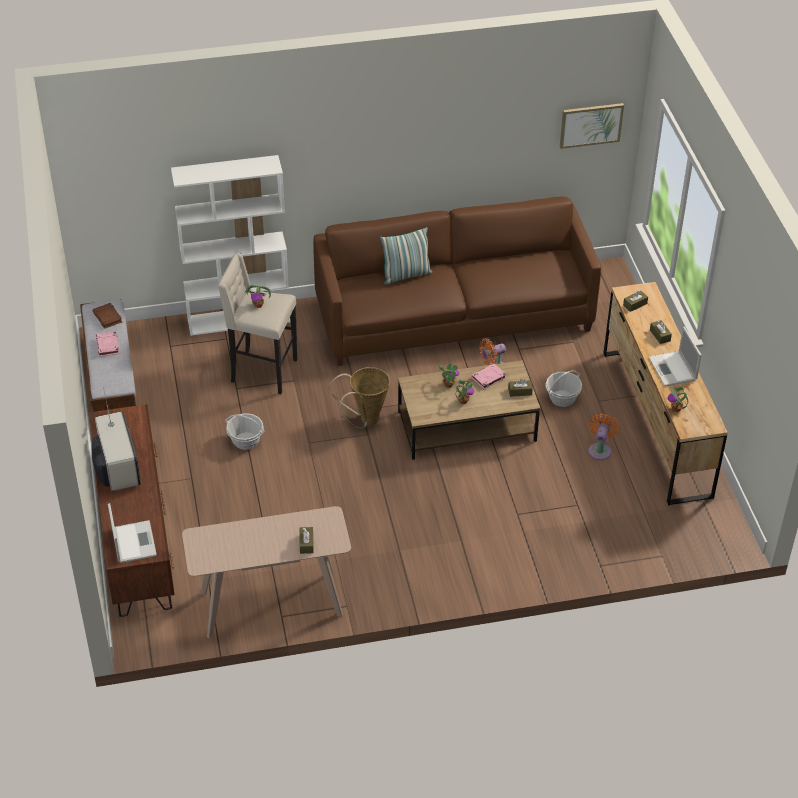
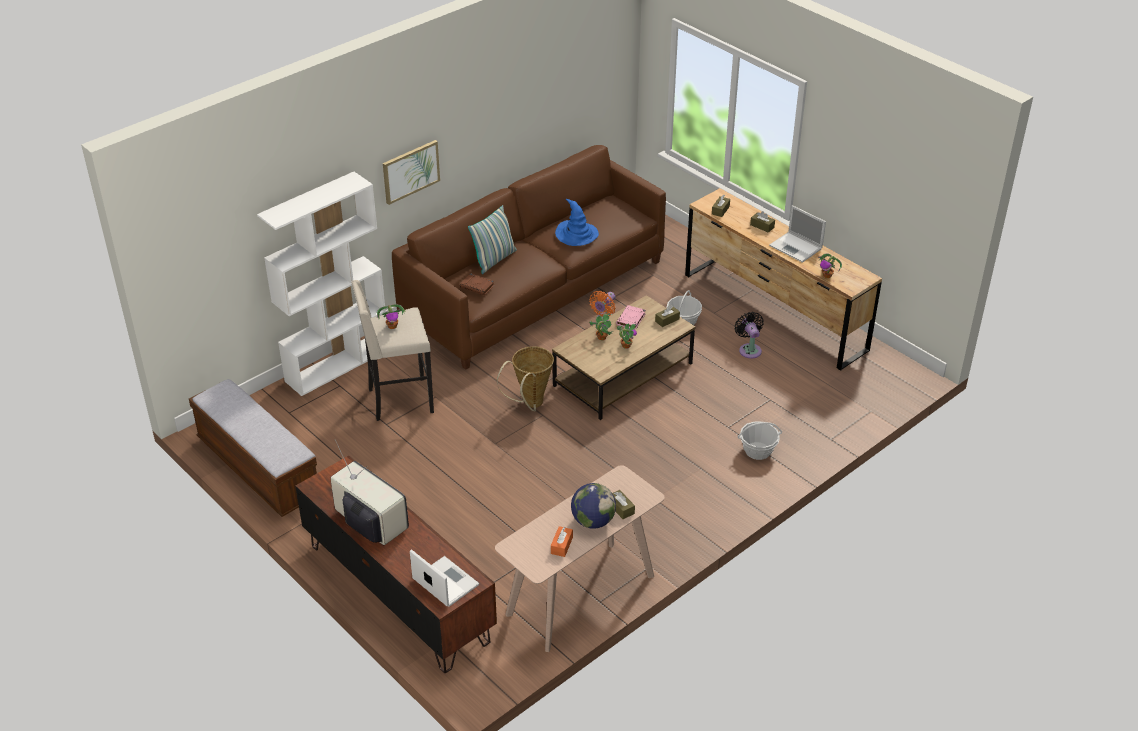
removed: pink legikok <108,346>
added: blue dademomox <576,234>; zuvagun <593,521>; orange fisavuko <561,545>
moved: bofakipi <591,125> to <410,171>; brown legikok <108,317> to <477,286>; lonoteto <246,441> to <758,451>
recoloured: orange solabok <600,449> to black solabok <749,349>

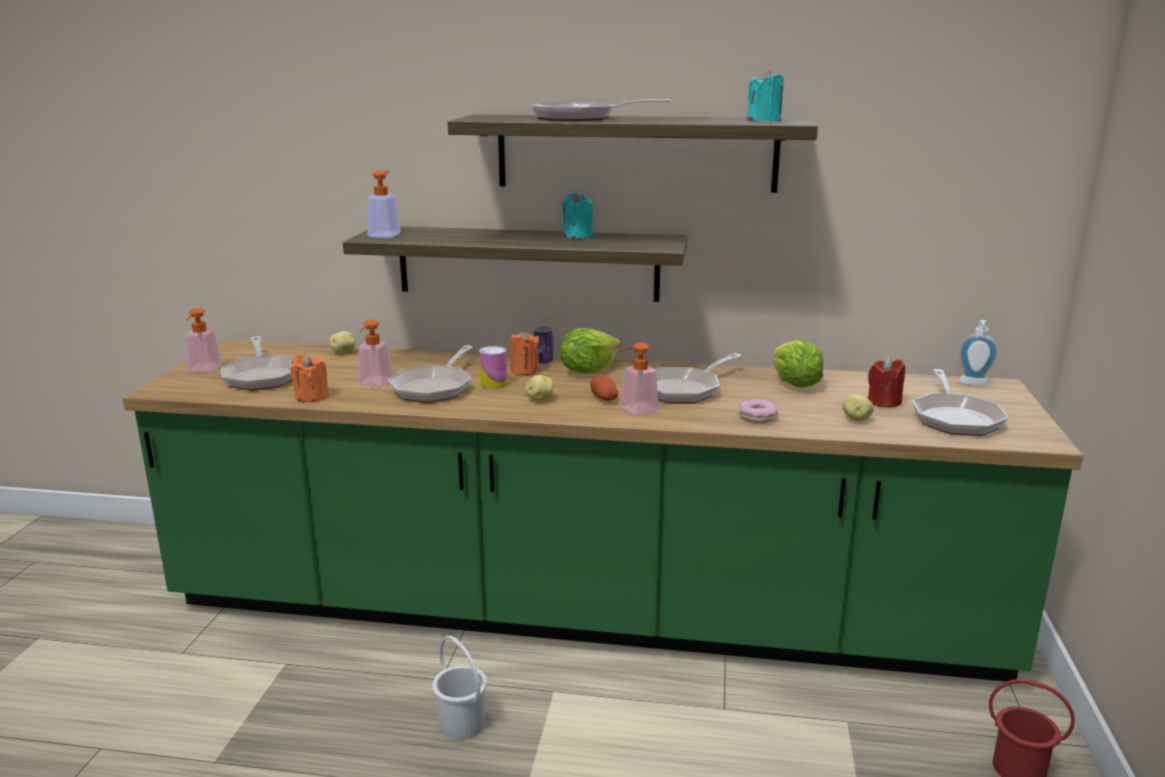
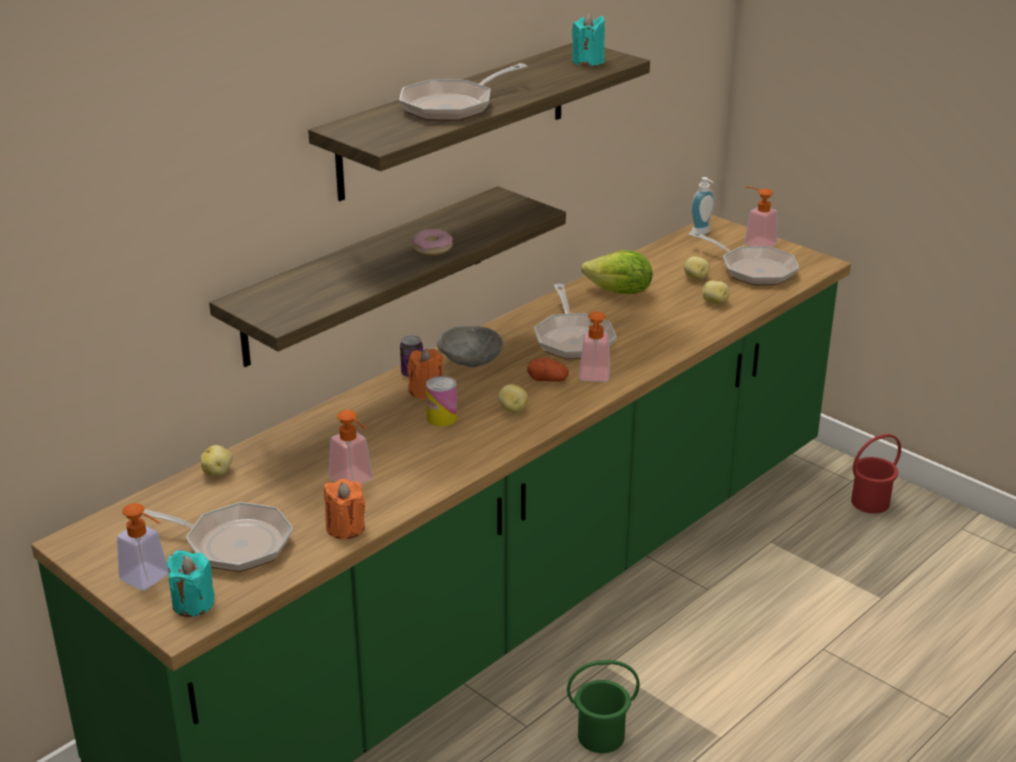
removed: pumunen <434,387>
moved: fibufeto <386,234> to <755,243>; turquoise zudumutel <577,236> to <193,603>; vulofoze <757,417> to <432,248>
replaced: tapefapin <588,371> to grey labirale <469,362>; red zudumutel <884,402> to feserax <696,278>
recoloured: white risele <462,723> to green risele <600,735>

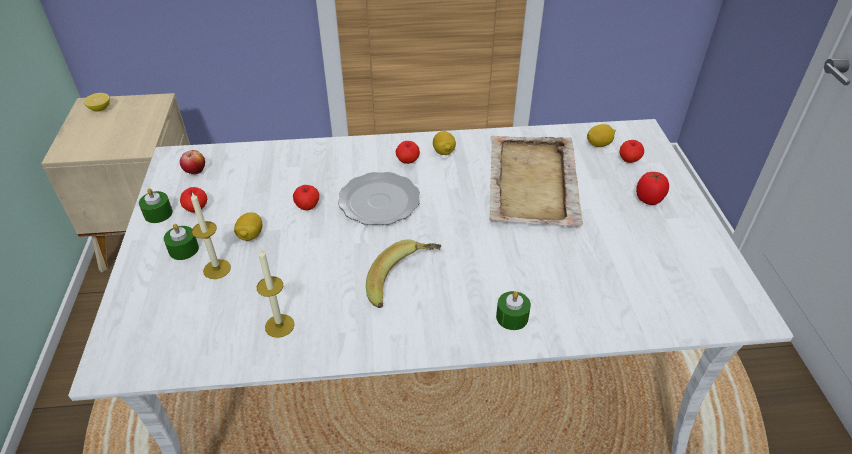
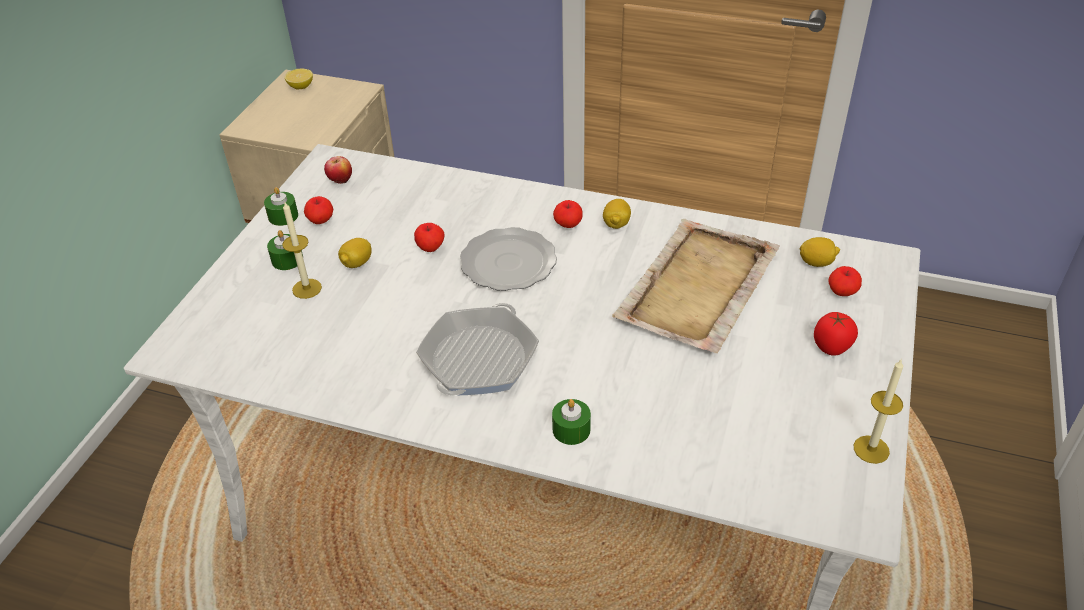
moved: zudumutel <279,325> to <871,449>
replaced: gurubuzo <404,284> to pumunen <479,359>

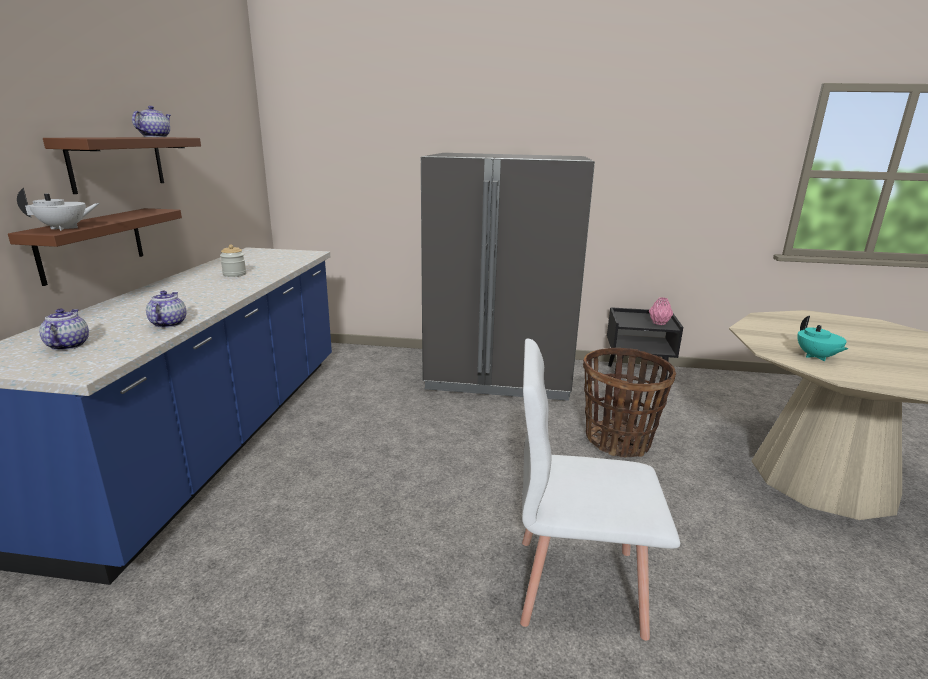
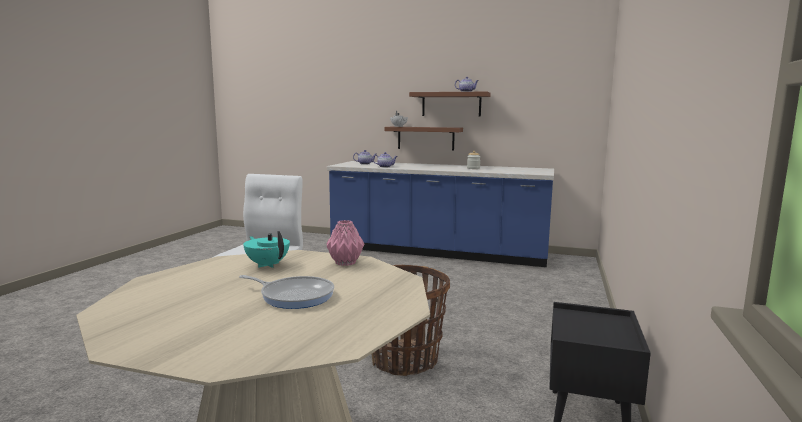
removed: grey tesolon <499,375>
added: pumunen <294,296>
moved: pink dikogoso <658,323> to <346,263>
turned: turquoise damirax <816,357> = <267,265> 45 degrees clockwise

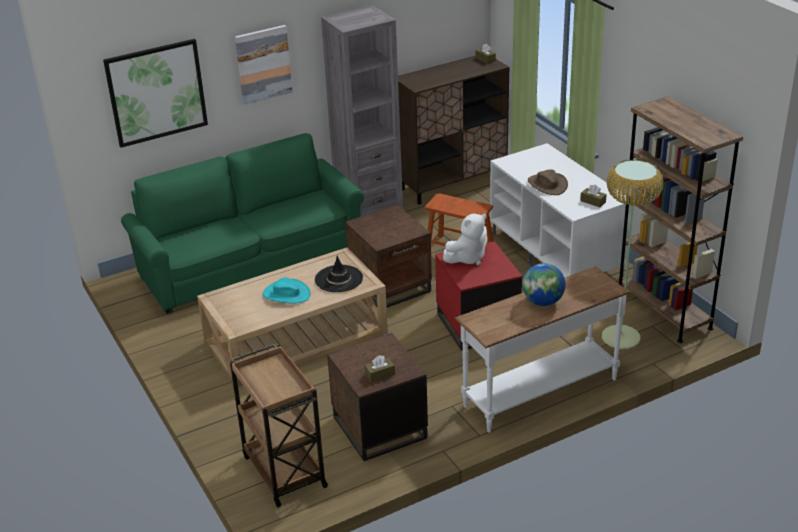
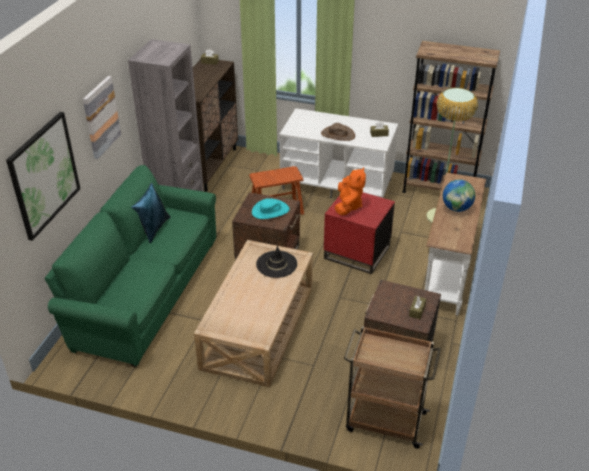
added: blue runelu <153,228>
moved: turquoise dademomox <286,294> to <270,211>
recoloured: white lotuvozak <467,258> to orange lotuvozak <348,206>

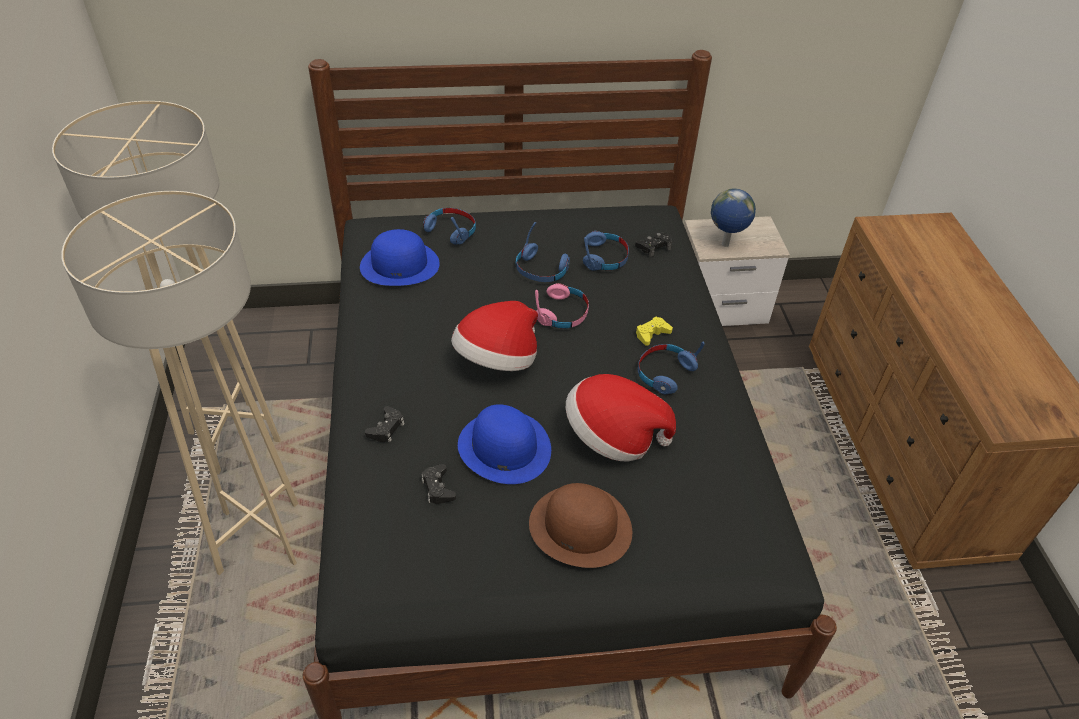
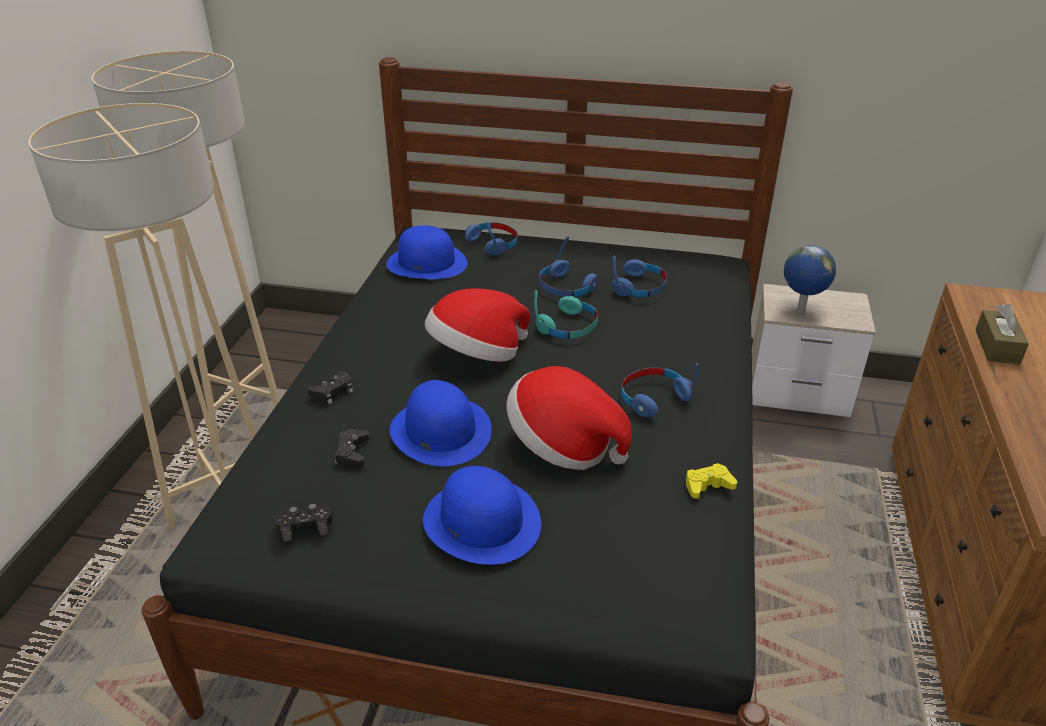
added: brown fisavuko <997,346>
moved: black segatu <653,247> to <305,525>; yellow segatu <652,334> to <707,485>
recoloured: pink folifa <563,313> to turquoise folifa <568,327>; brown dademomox <581,526> to blue dademomox <482,521>

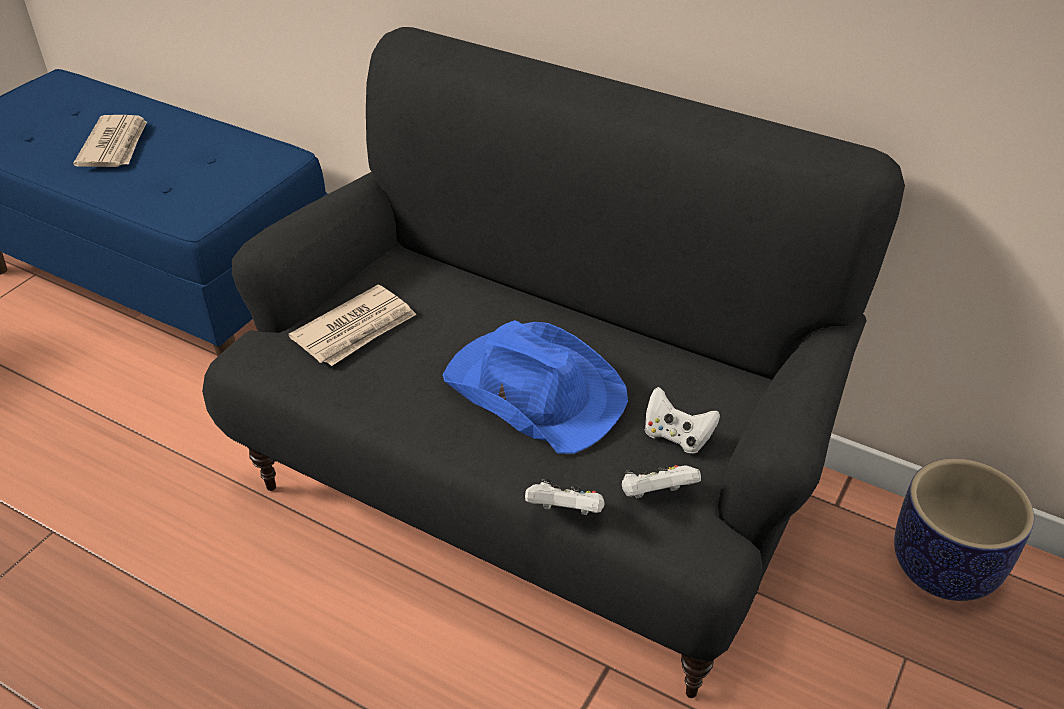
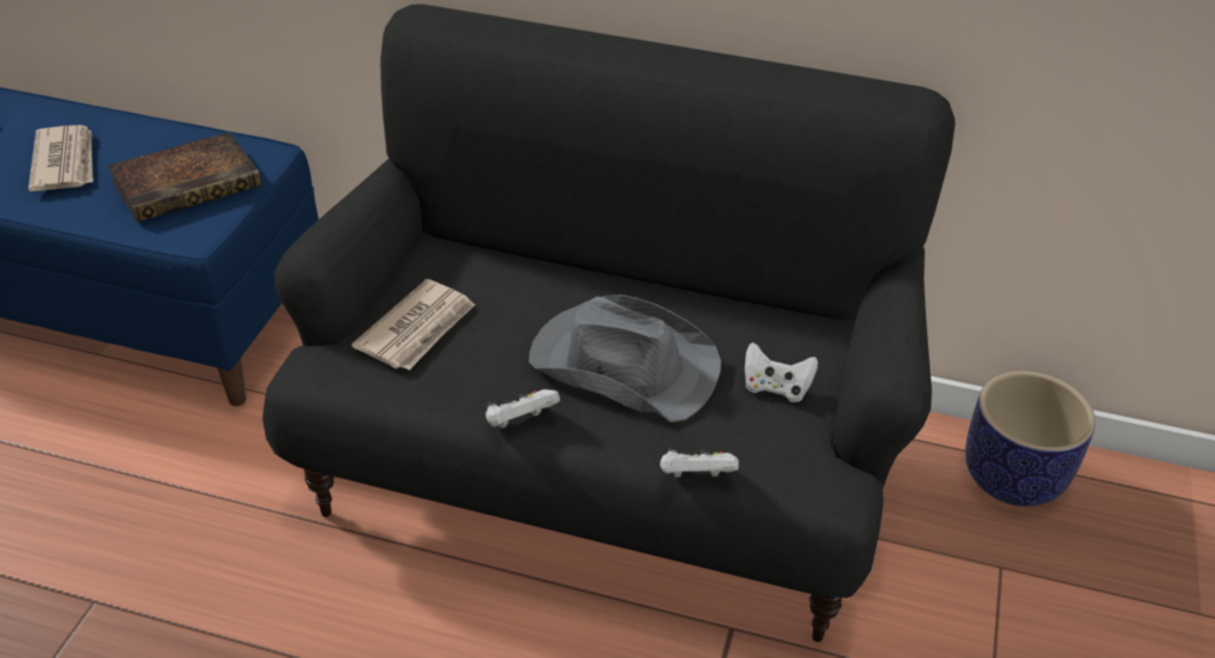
added: legikok <190,183>
moved: white segatu <656,495> to <520,422>
recoloured: blue dademomox <533,390> to grey dademomox <622,364>

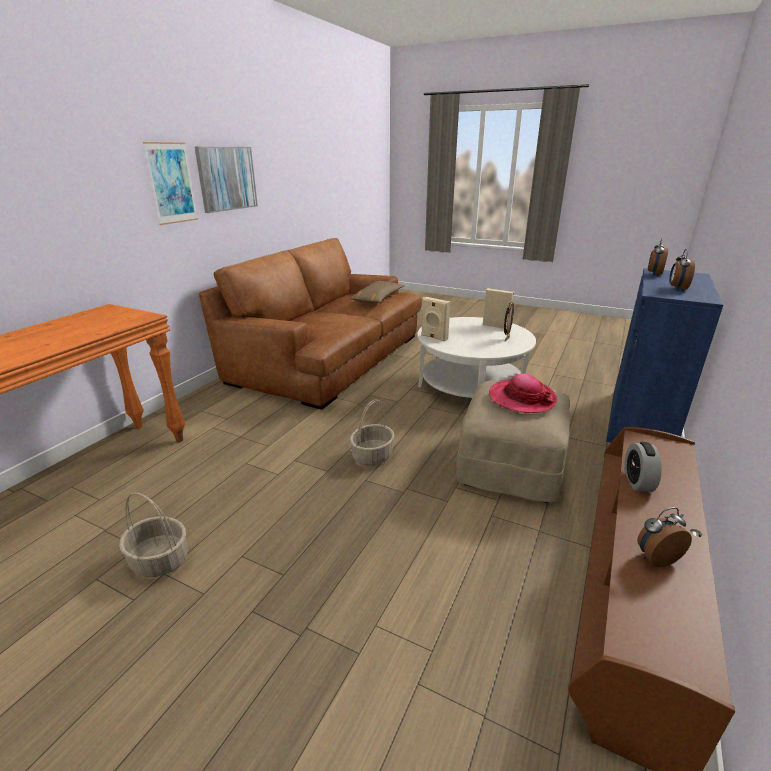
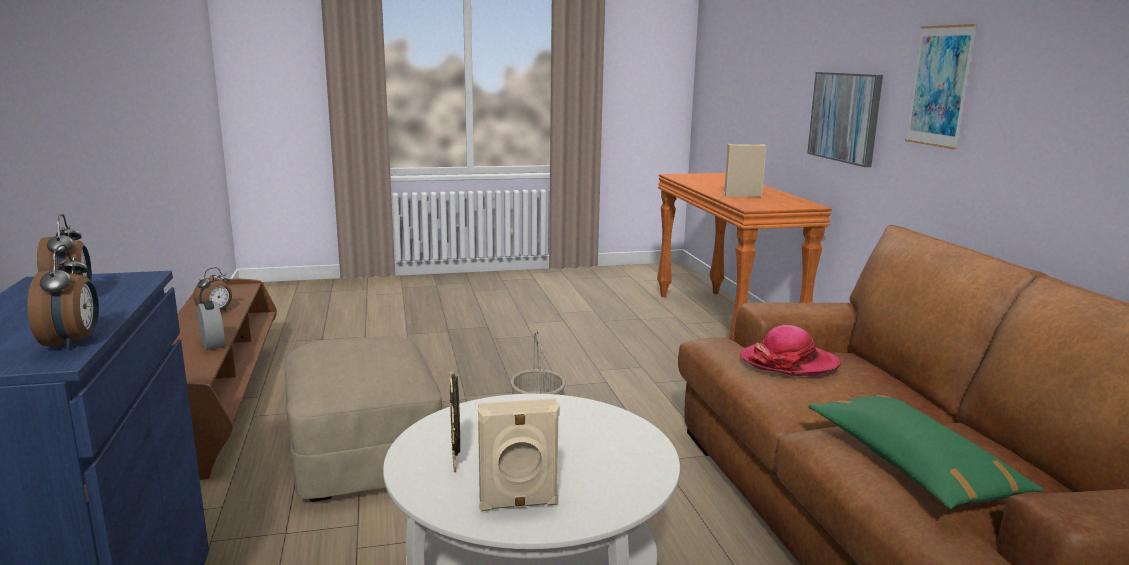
removed: lonoteto <159,560>
moved: bofakipi <226,178> to <845,117>; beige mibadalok <433,337> to <742,196>; dademomox <521,398> to <789,363>
recoloured: brown runelu <377,299> to green runelu <910,466>

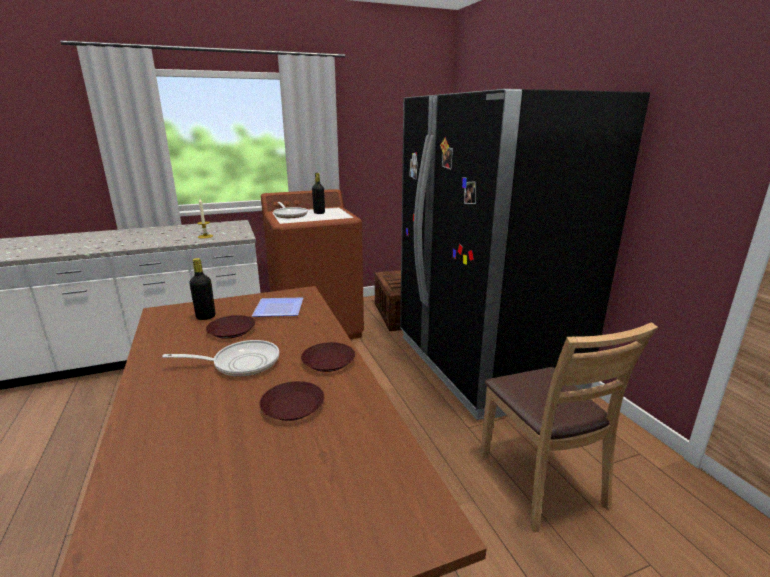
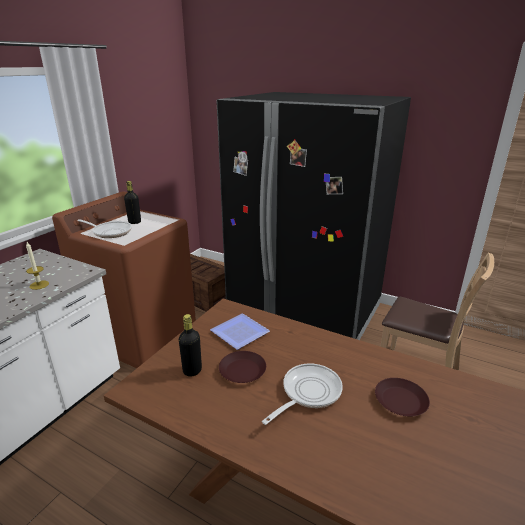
removed: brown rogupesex <328,361>

